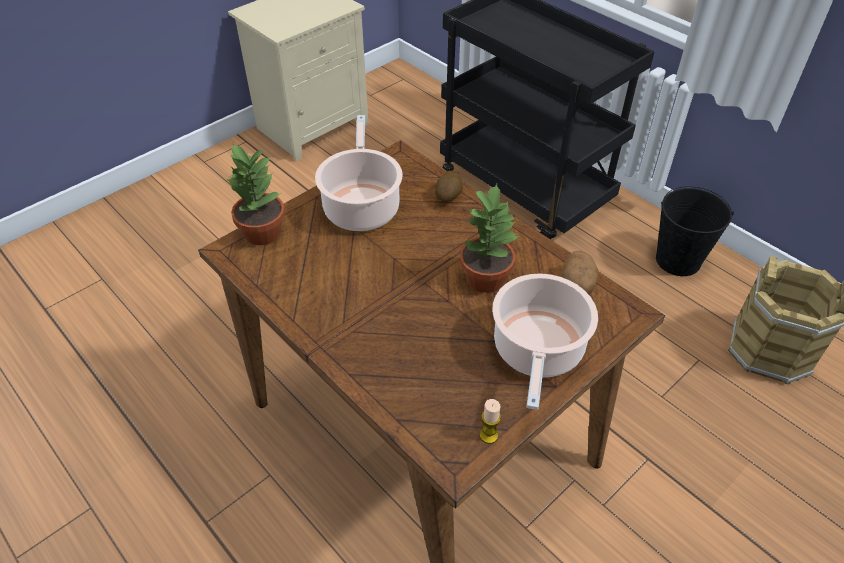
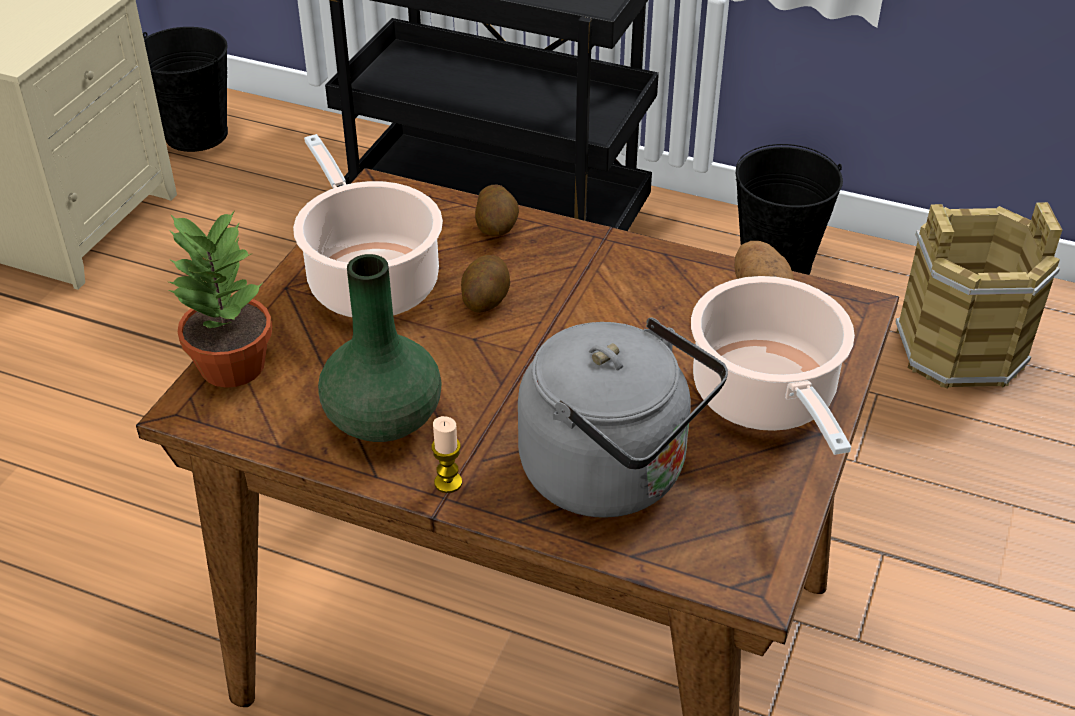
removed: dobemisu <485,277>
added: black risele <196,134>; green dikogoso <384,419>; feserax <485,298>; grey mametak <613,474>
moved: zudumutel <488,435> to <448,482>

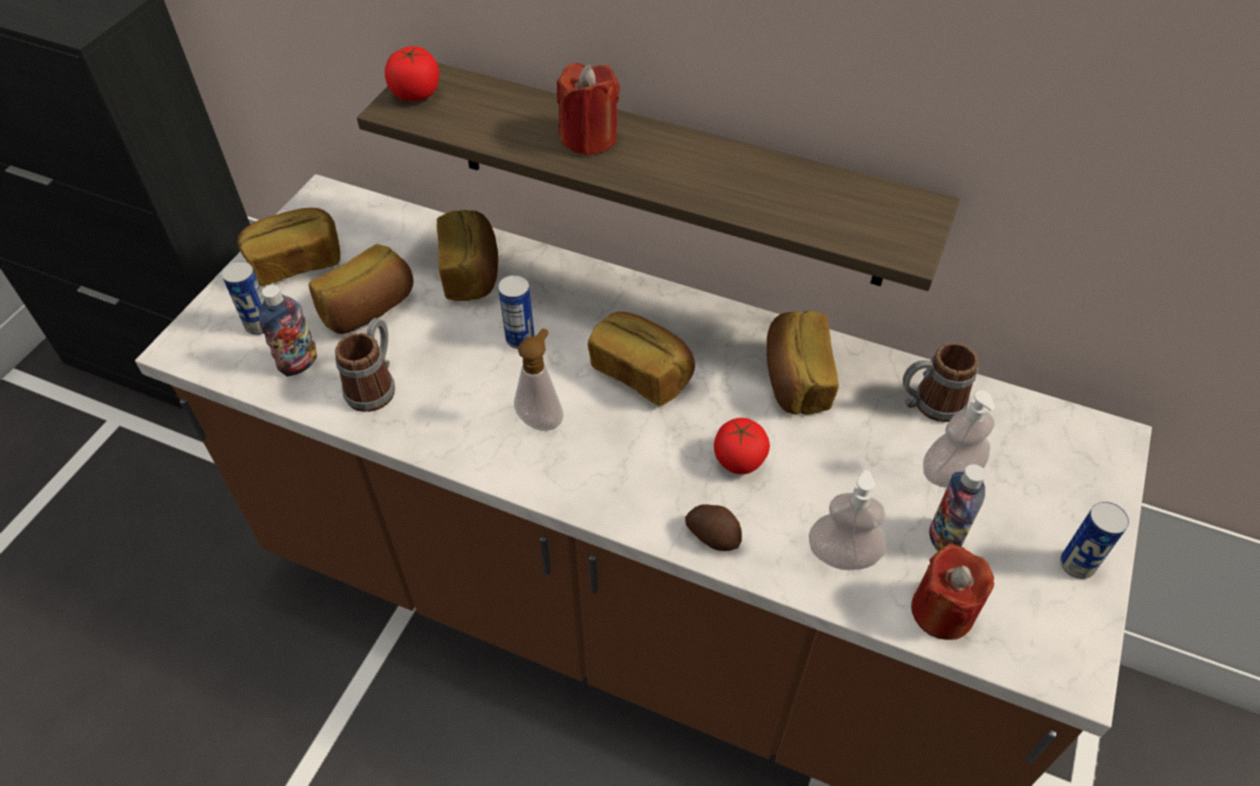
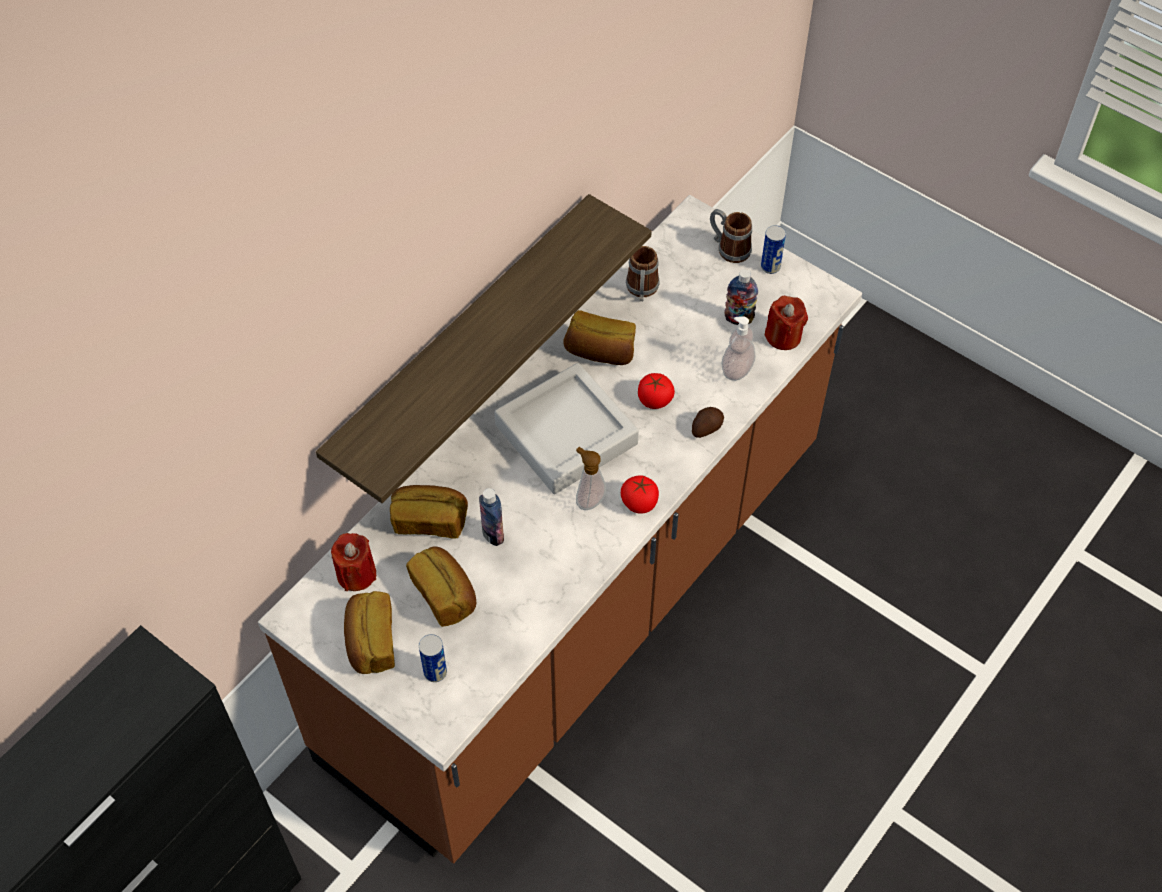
removed: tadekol <520,339>; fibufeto <949,473>
moved: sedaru <416,93> to <639,502>; red zudumutel <589,138> to <356,574>; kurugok <299,363> to <493,534>; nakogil <375,385> to <728,248>
replaced: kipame <641,372> to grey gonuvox <566,434>

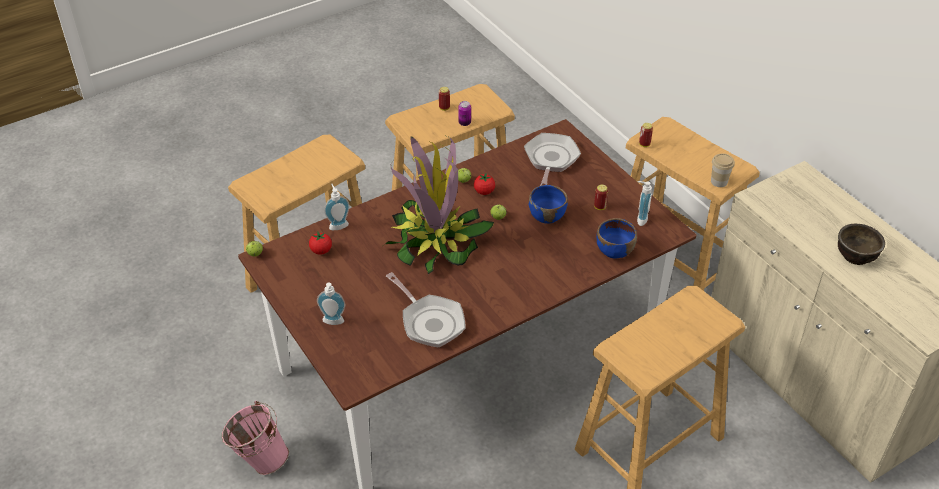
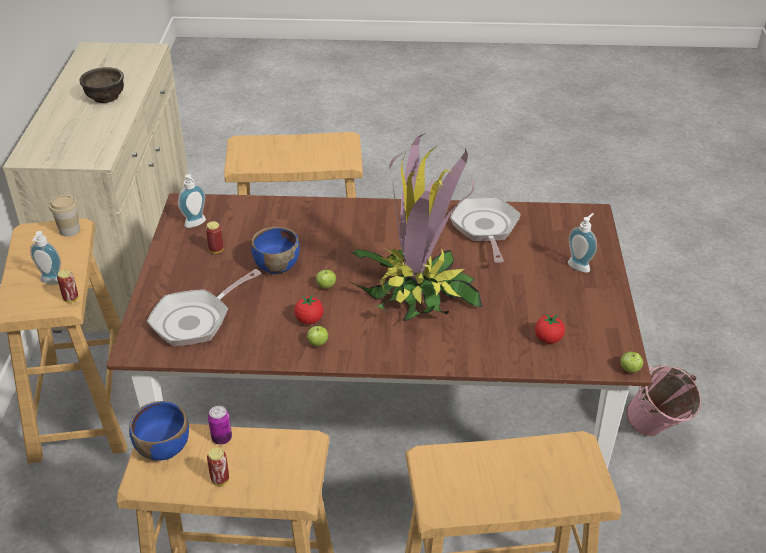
moved: fibufeto <338,225> to <50,282>; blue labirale <614,251> to <163,447>

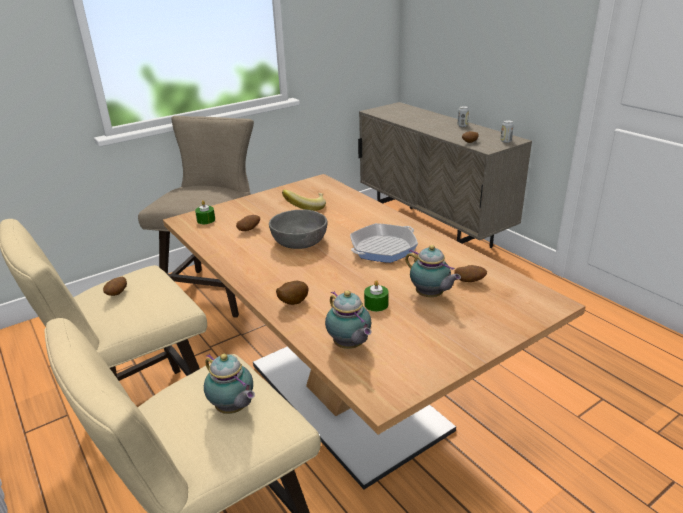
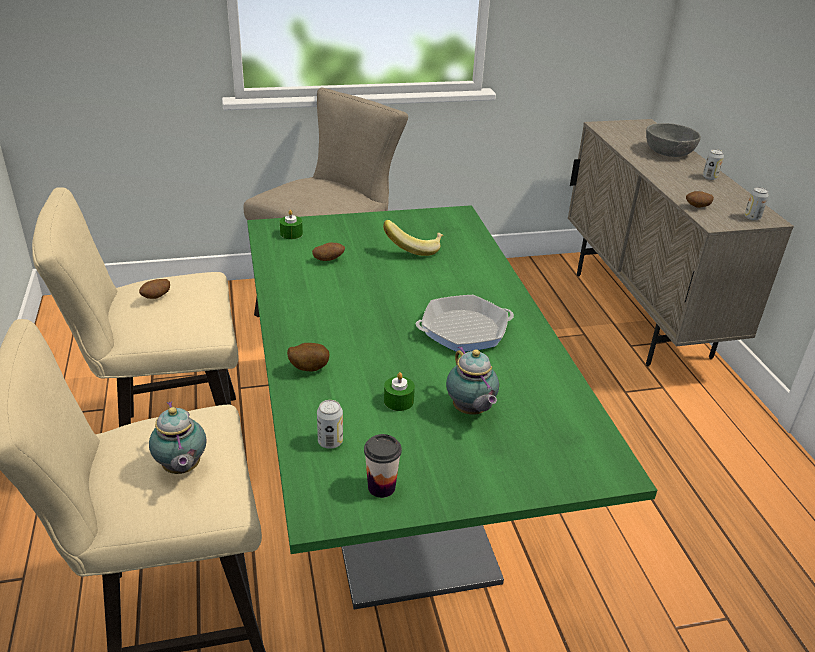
removed: feserax <469,281>
added: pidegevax <381,487>
moved: grey labirale <299,241> to <668,151>
replaced: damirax <349,346> to tadekol <330,442>
recoloured: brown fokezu <346,396> to green fokezu <399,493>

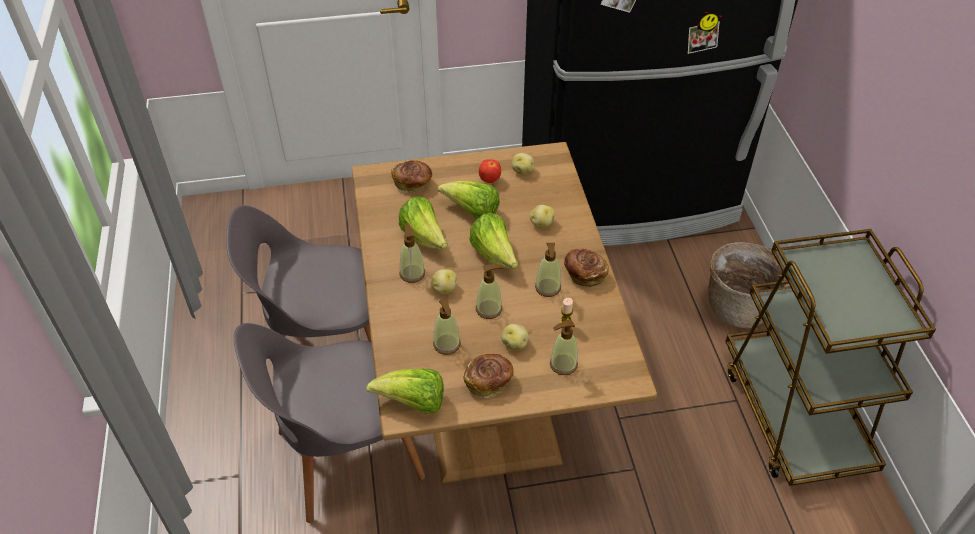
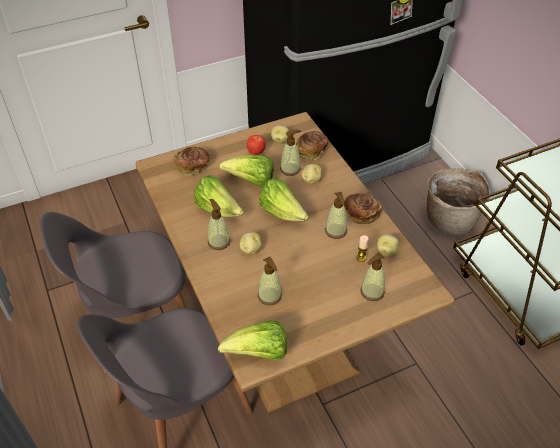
moved: fibufeto <489,309> to <290,169>; feserax <515,343> to <386,250>; kipame <489,381> to <311,151>

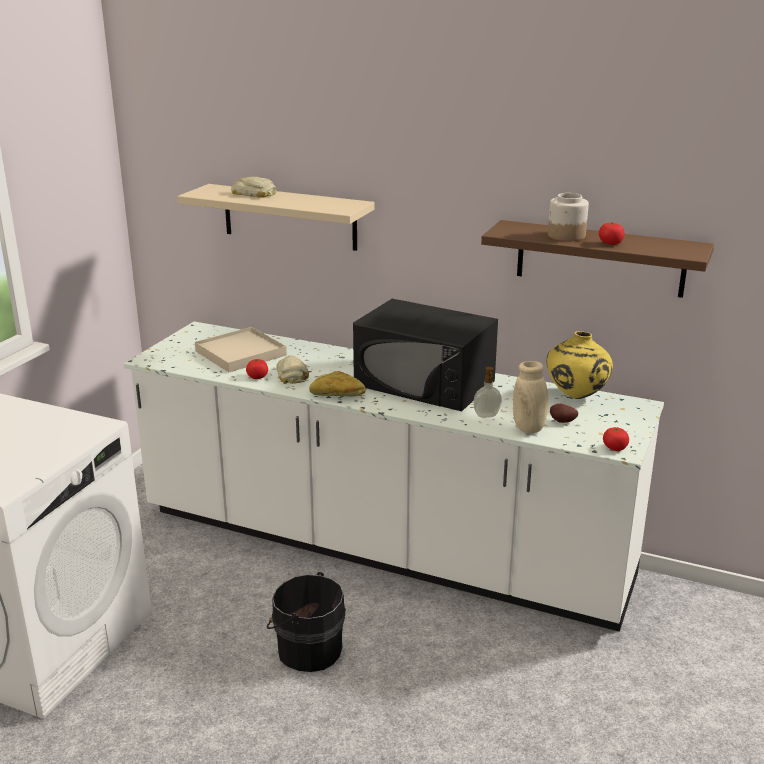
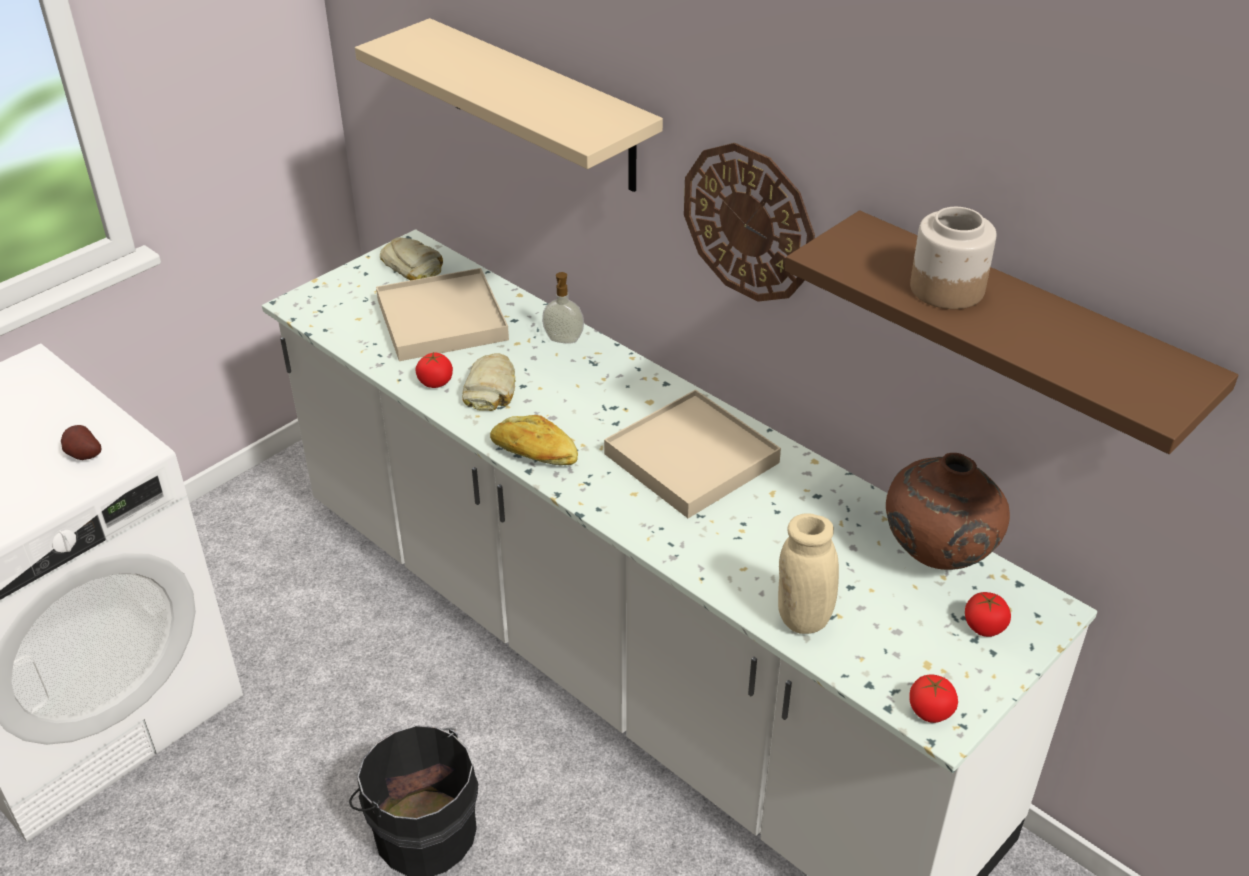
added: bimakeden <749,222>
moved: kipame <254,193> to <412,265>; sedaru <610,243> to <984,626>; fibufeto <487,416> to <563,340>; feserax <562,422> to <83,456>
replaced: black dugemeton <424,383> to beige gonuvox <692,458>
recoloured: yellow dikogoso <575,397> to brown dikogoso <936,557>

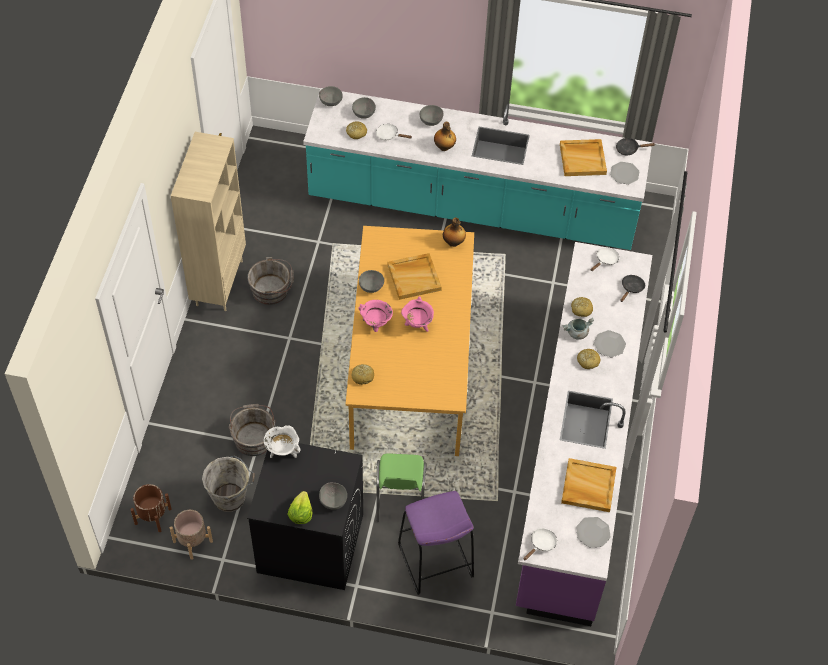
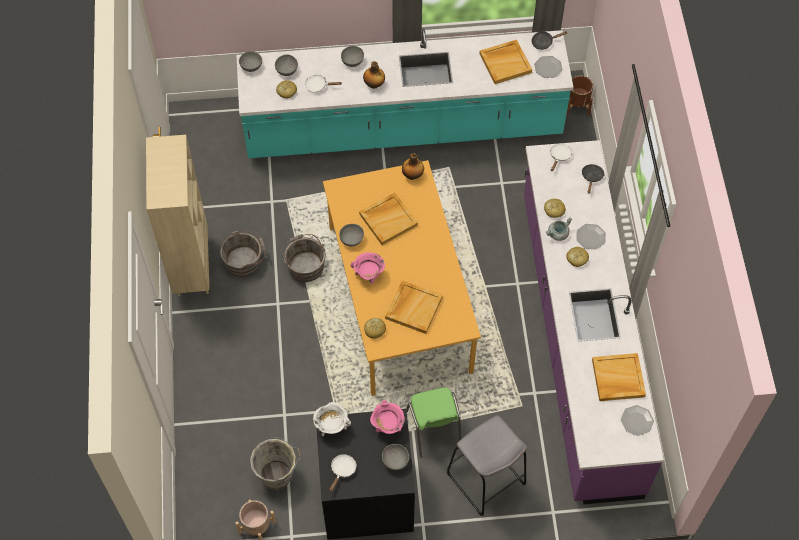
removed: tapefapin <300,513>
added: beige gonuvox <413,307>
moved: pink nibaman <417,324> to <387,426>; grey risele <253,437> to <305,264>; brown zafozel <153,516> to <577,105>; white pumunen <541,544> to <342,470>
recoloured: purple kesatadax <435,561> to grey kesatadax <486,479>

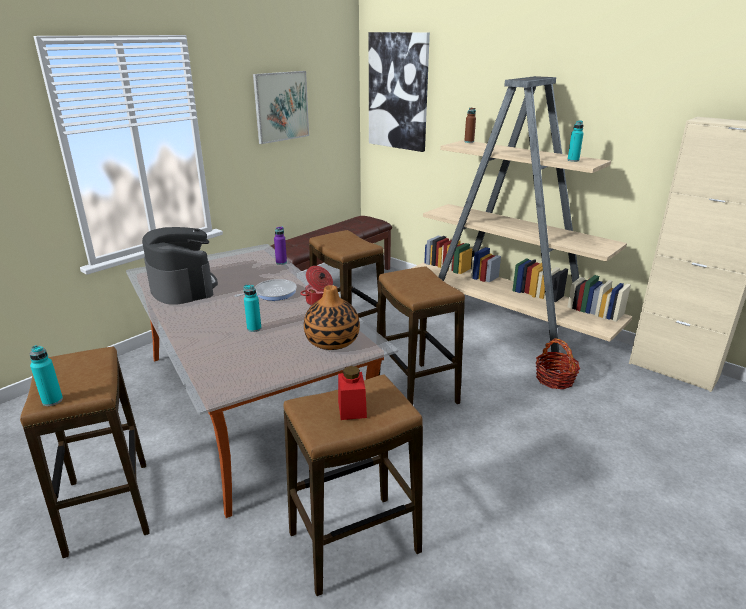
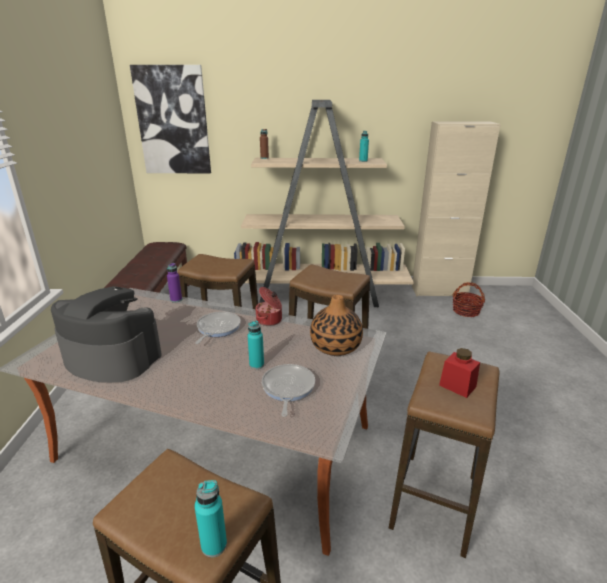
removed: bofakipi <281,106>
added: pumunen <287,388>
moved: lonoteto <555,379> to <466,311>

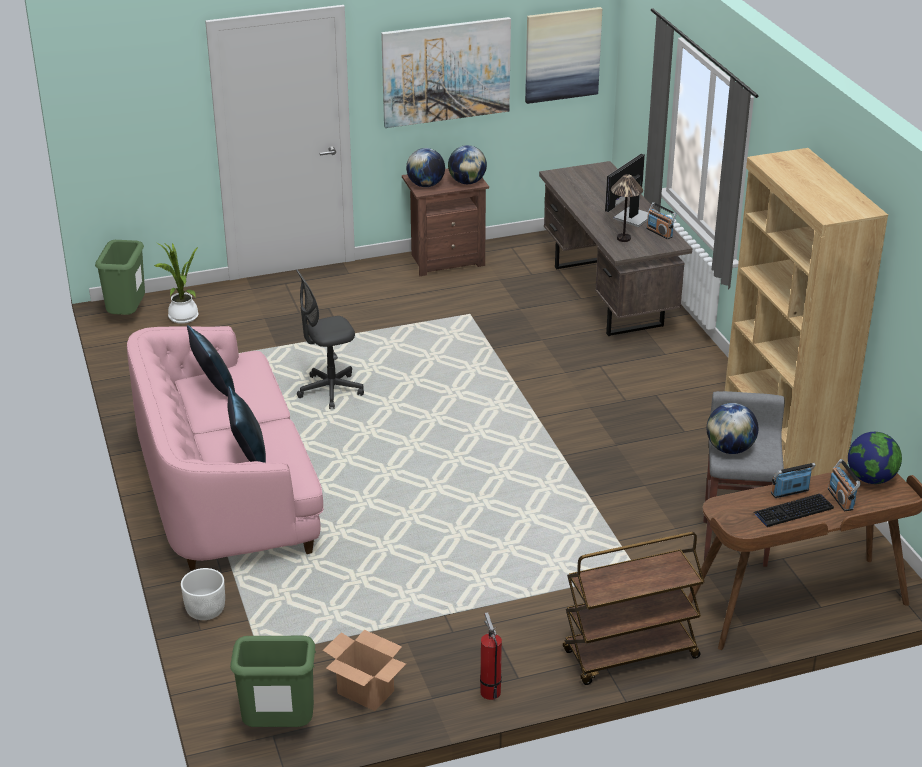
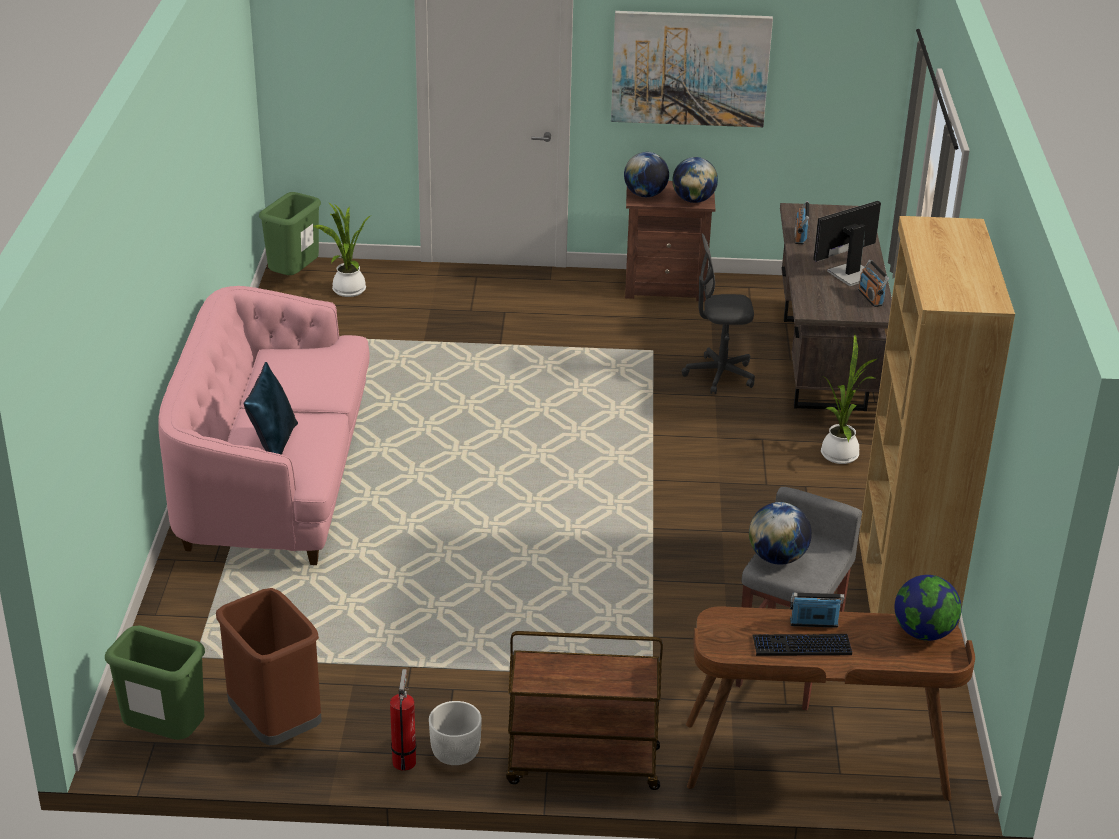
removed: bofakipi <562,54>; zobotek <624,238>; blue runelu <214,389>
added: dobemisu <840,453>
moved: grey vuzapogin <330,391> to <719,375>; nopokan <841,499> to <800,236>; white zafozel <205,610> to <455,752>
replaced: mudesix <366,692> to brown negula <276,725>

